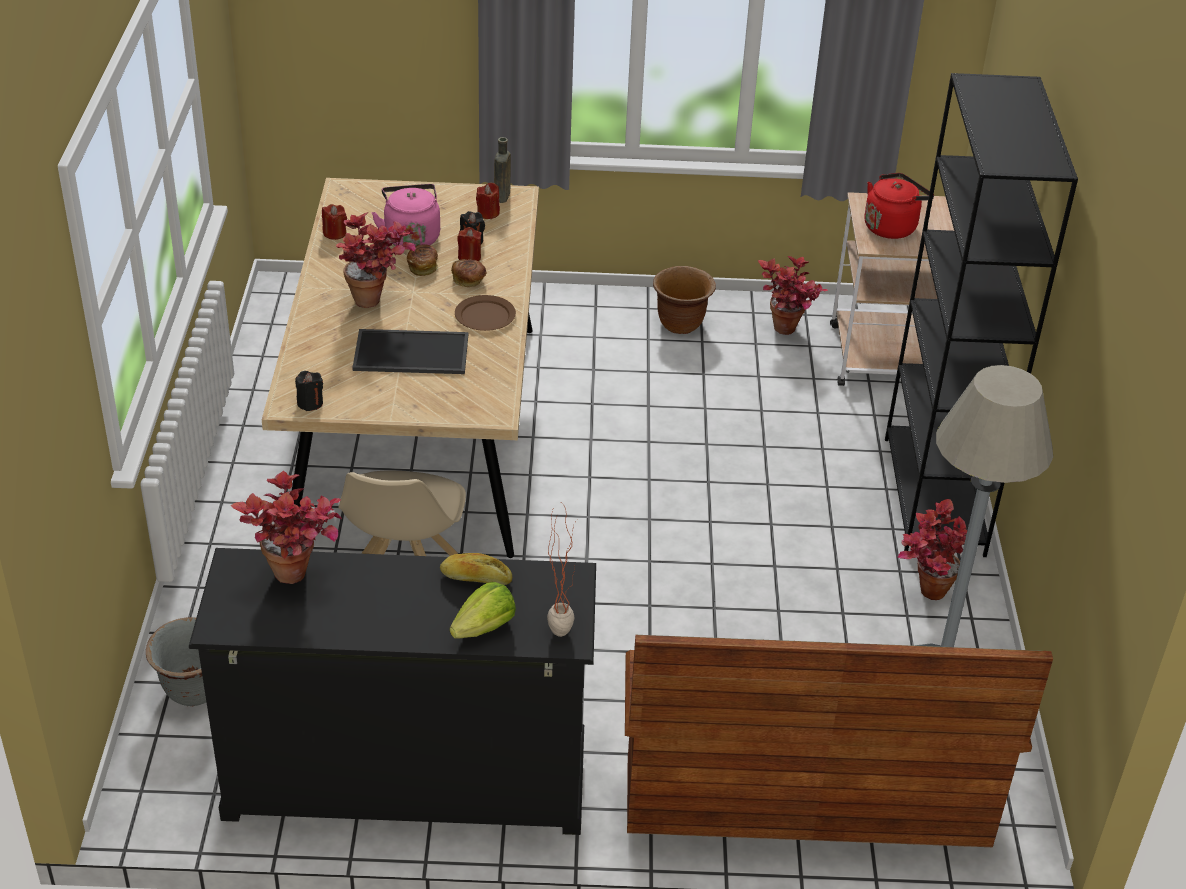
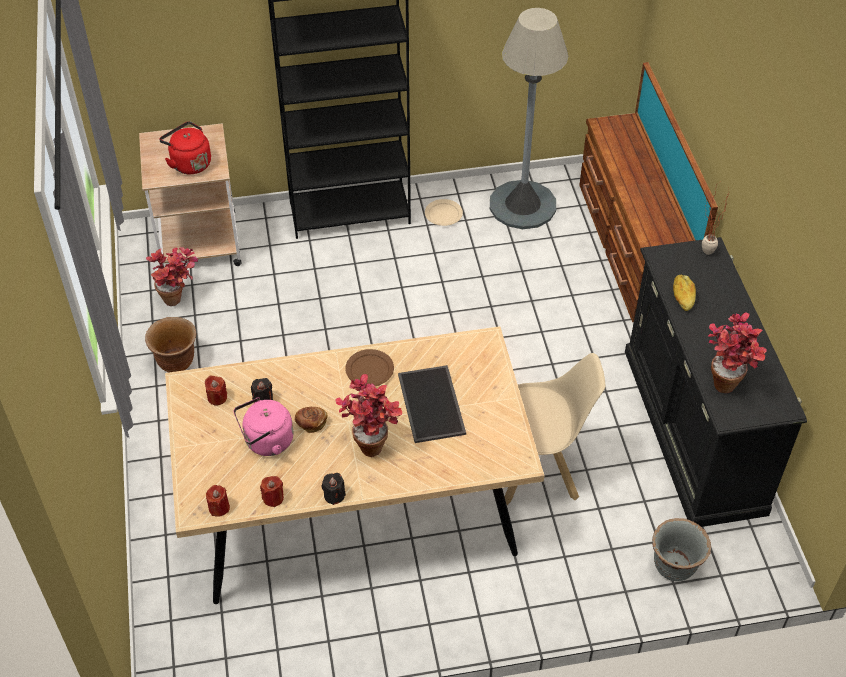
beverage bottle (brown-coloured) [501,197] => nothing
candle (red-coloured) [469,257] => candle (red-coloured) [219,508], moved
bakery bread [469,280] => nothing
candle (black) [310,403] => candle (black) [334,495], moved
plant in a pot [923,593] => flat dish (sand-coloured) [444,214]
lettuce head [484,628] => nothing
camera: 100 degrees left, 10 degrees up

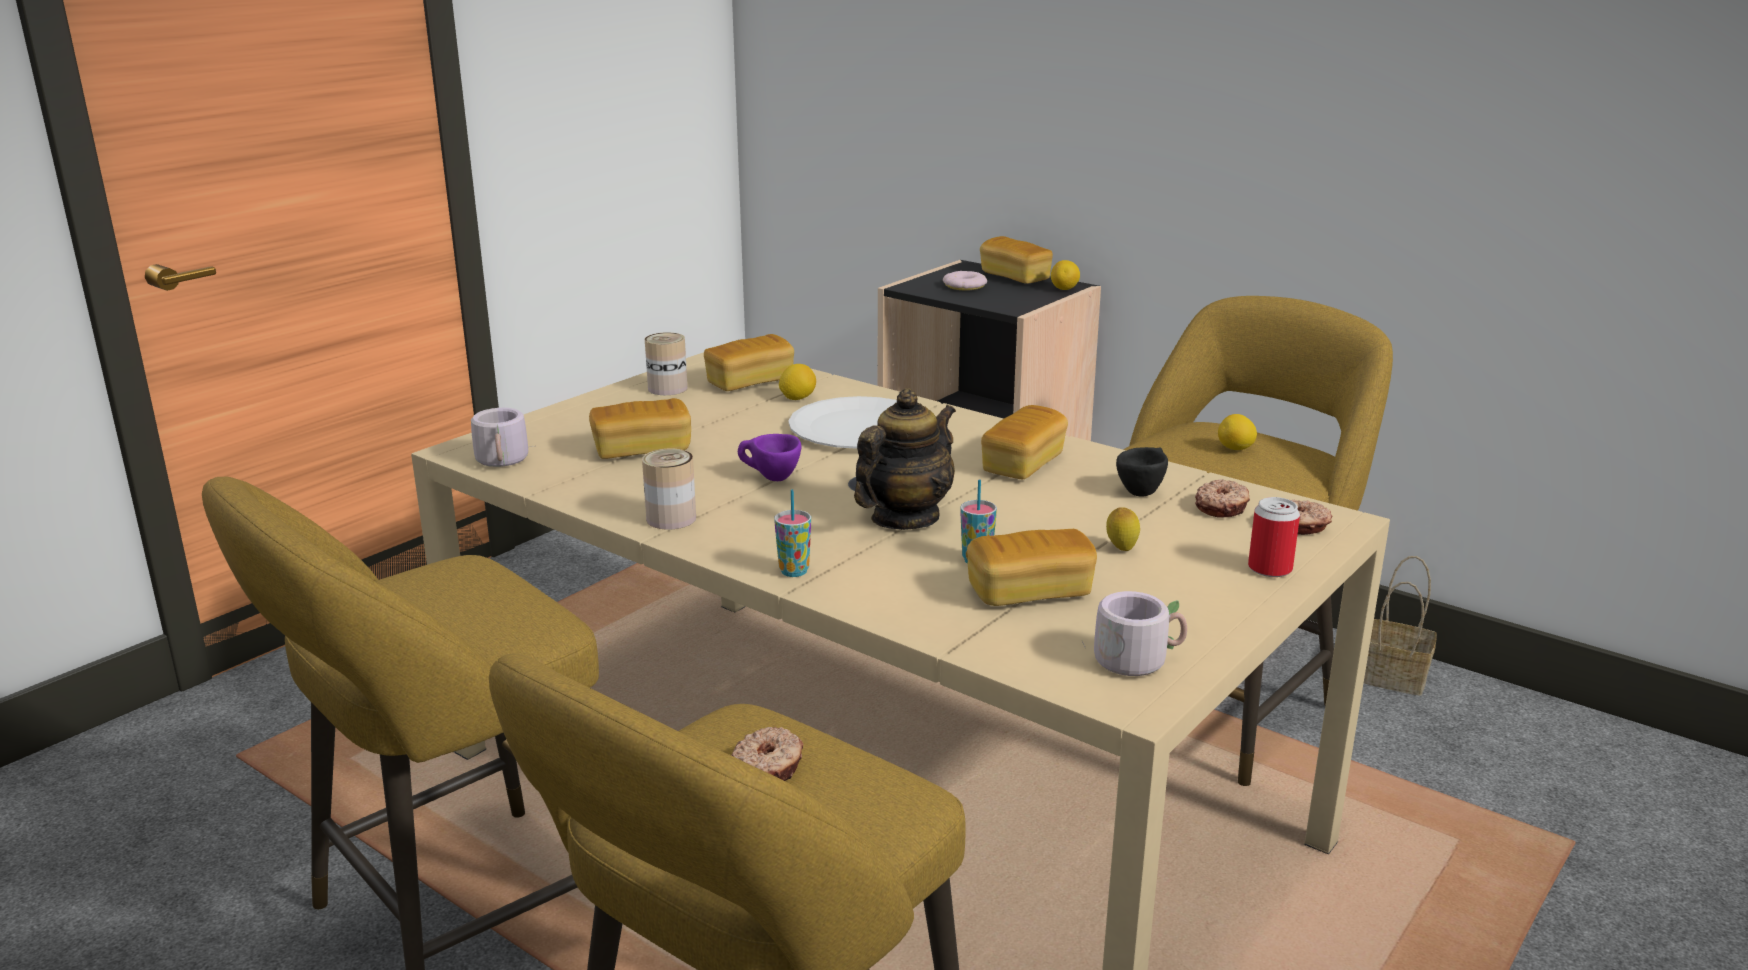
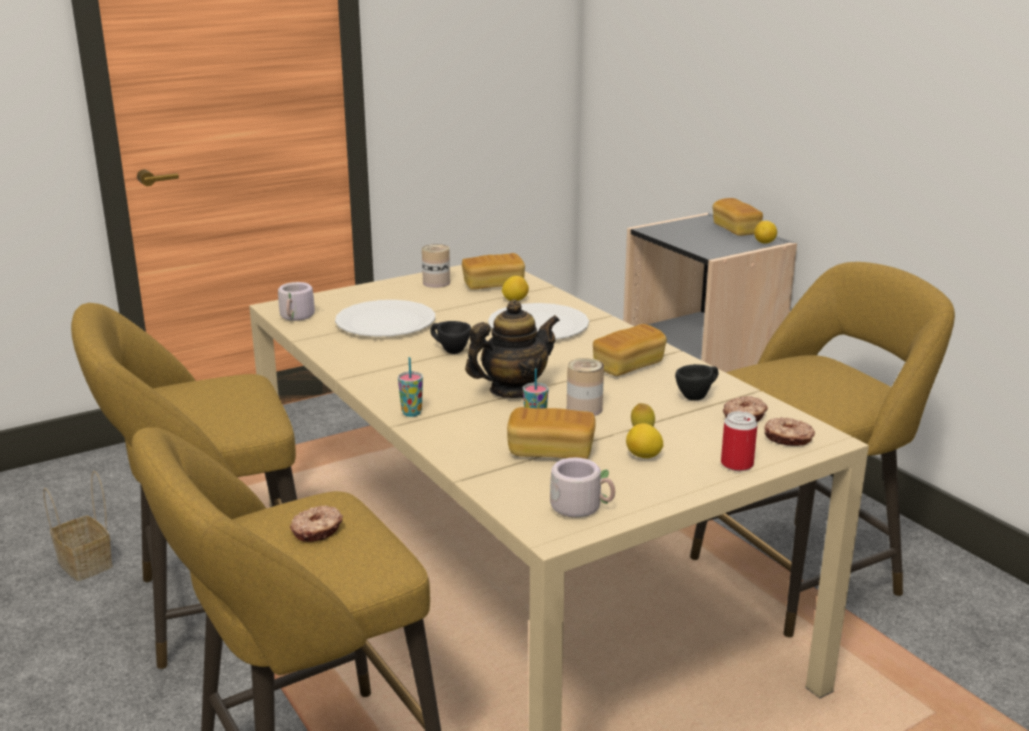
doughnut [964,286] => nothing
bakery bread [642,450] => flat dish (white-coloured) [385,322]
lemon [1235,449] => lemon [643,456], moved
cup (purplish) [769,478] => cup (black) [449,351]
metal can [671,518] => metal can [584,409], moved
basket [1395,677] => basket [87,564], moved
camera: 20 degrees right, 0 degrees up

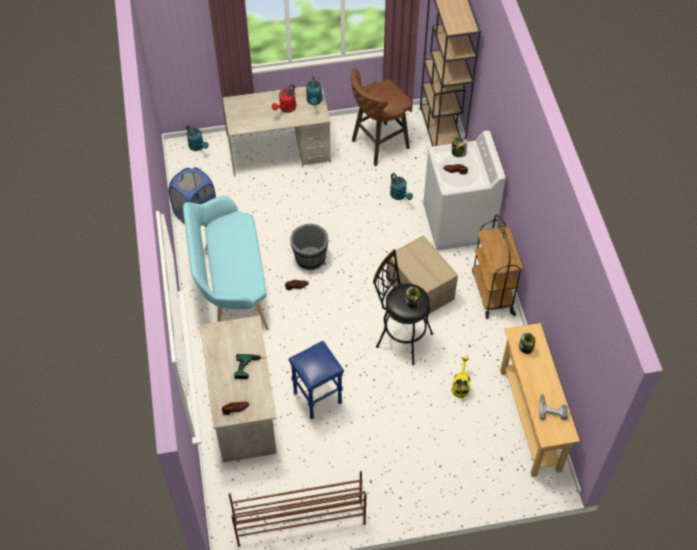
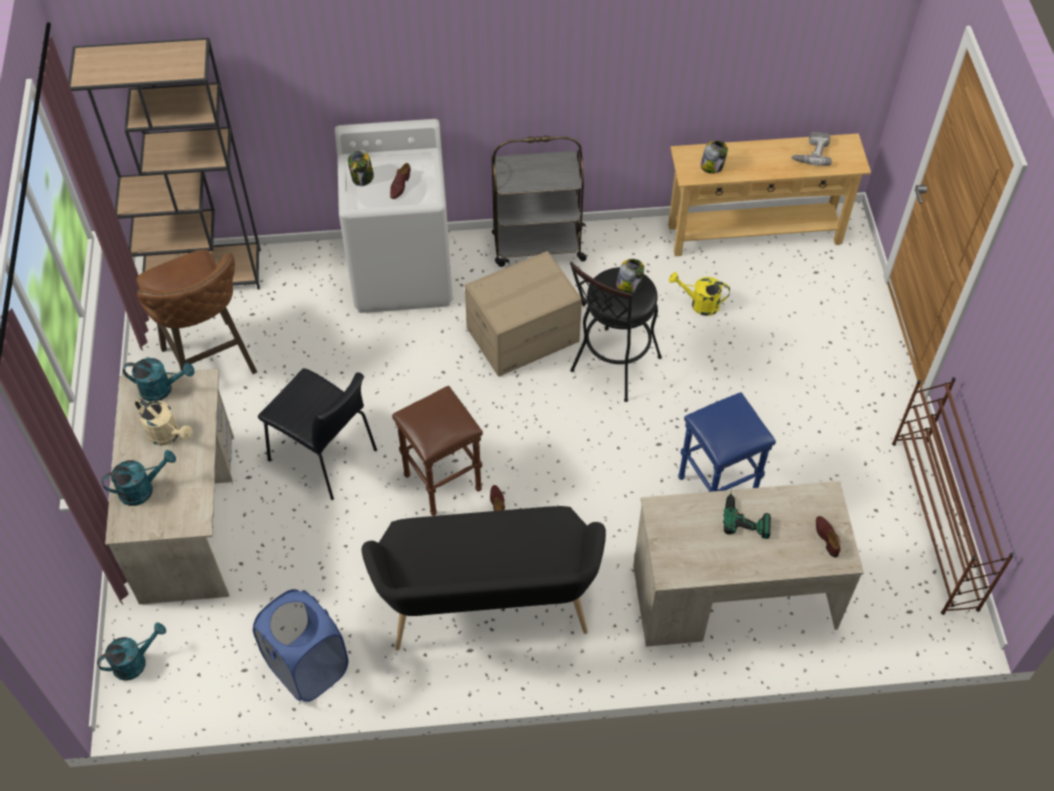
watering can (red-coloured) [286,109] => watering can (sand-coloured) [168,435]
watering can (blue-green) [400,196] => watering can (blue-green) [142,489], moved
indoor bench (blue-green) [230,287] => indoor bench (black) [488,609]
cart (brown-coloured) [492,292] => cart (gray) [537,247]
bucket (gray) [310,258] => sitting stool (brown-coloured) [441,481]
nothing => chair (black) [326,456]
camera: 85 degrees left, 0 degrees up

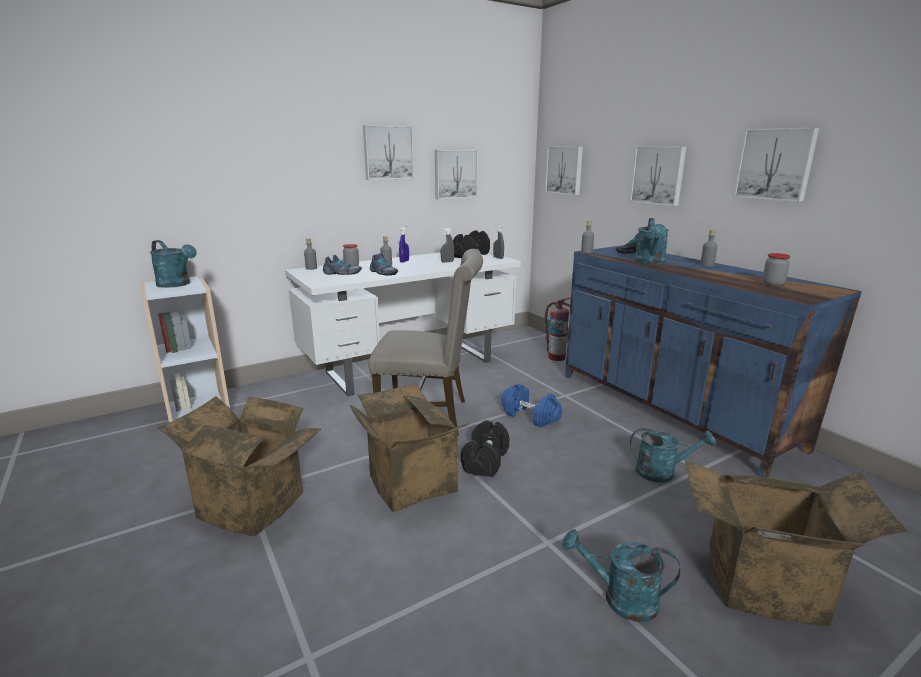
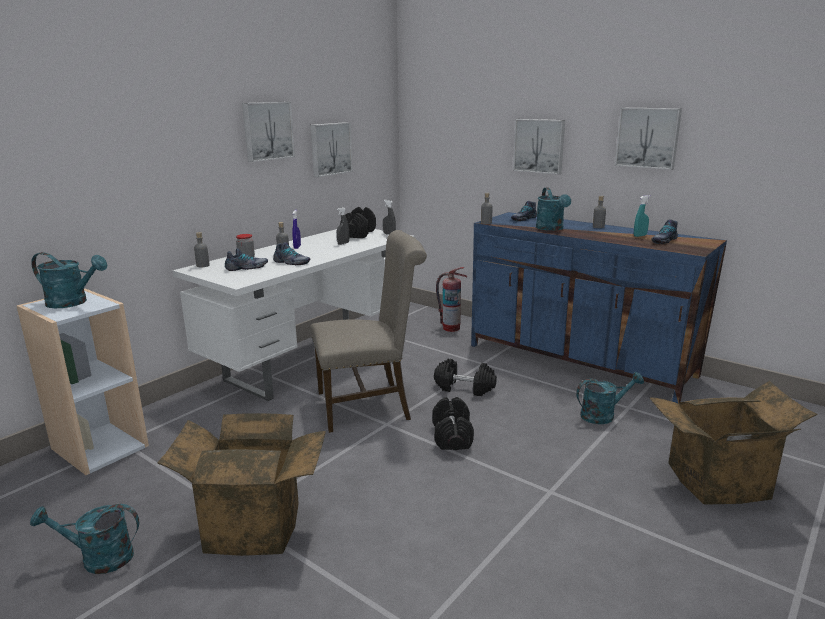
wall art [565,170] => nothing
storage jar [772,284] => shoe [663,240]
carton [407,483] => nothing
hand weight (blue-coloured) [530,416] => hand weight (black) [465,388]
watering can (blue-green) [620,599] => watering can (blue-green) [98,558], moved
nothing => hand sprayer (blue-green) [640,236]
camera: 20 degrees left, 0 degrees up

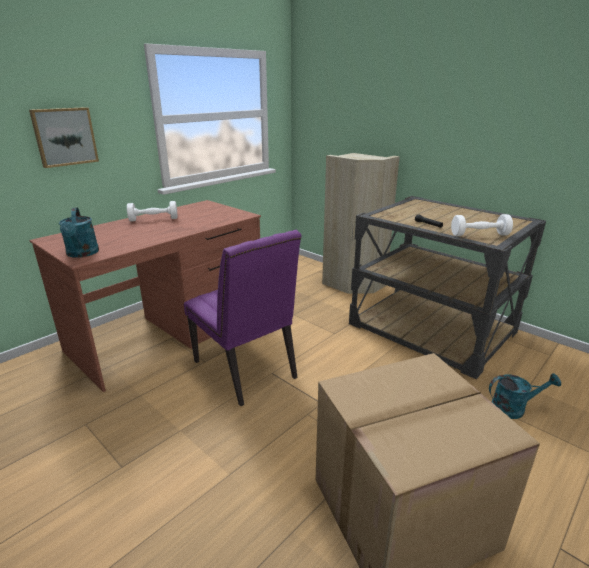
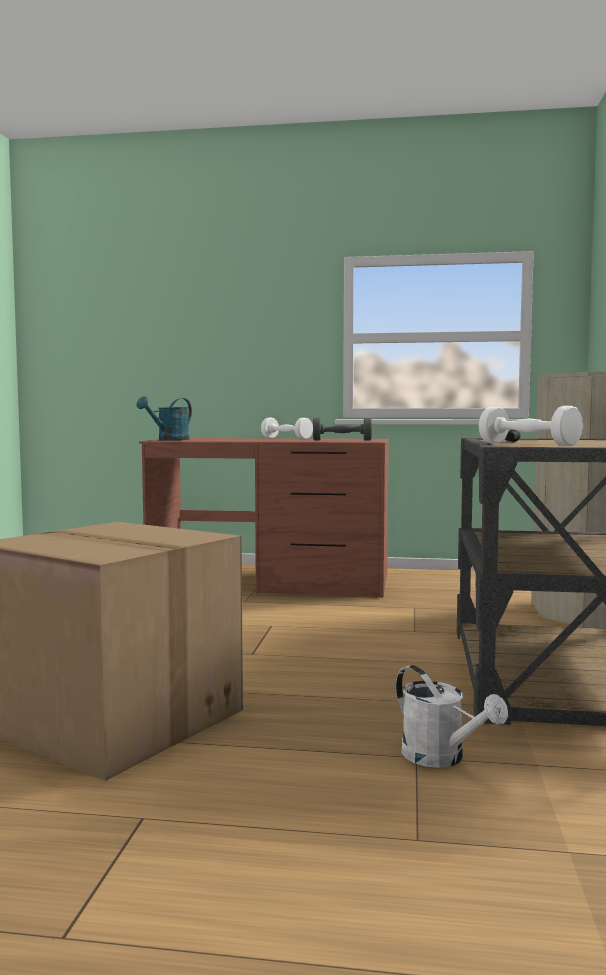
wall art [64,136] => nothing
chair (purplish) [244,369] => nothing
watering can (blue-green) [513,408] => watering can (white-coloured) [441,758]
nothing => hand weight (gray) [342,440]
camera: 55 degrees right, 20 degrees down

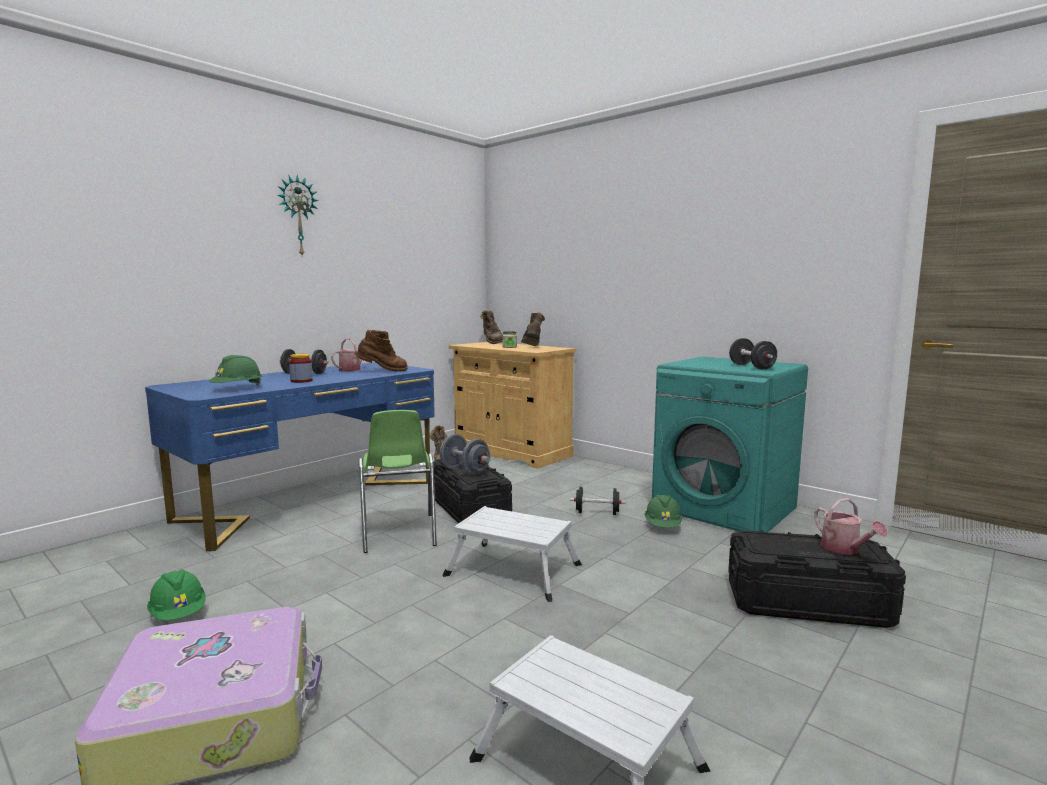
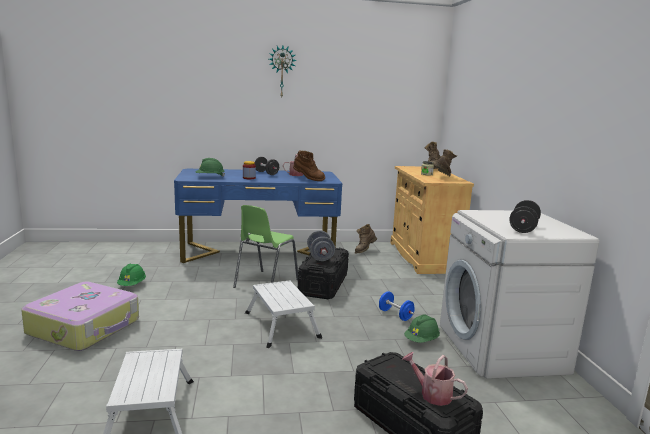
washing machine (blue-green) [722,508] => washing machine (white-coloured) [499,348]
hand weight (black) [597,513] => hand weight (blue-coloured) [395,315]
watering can [844,549] => watering can [432,394], 105 degrees clockwise
camera: 40 degrees right, 5 degrees up

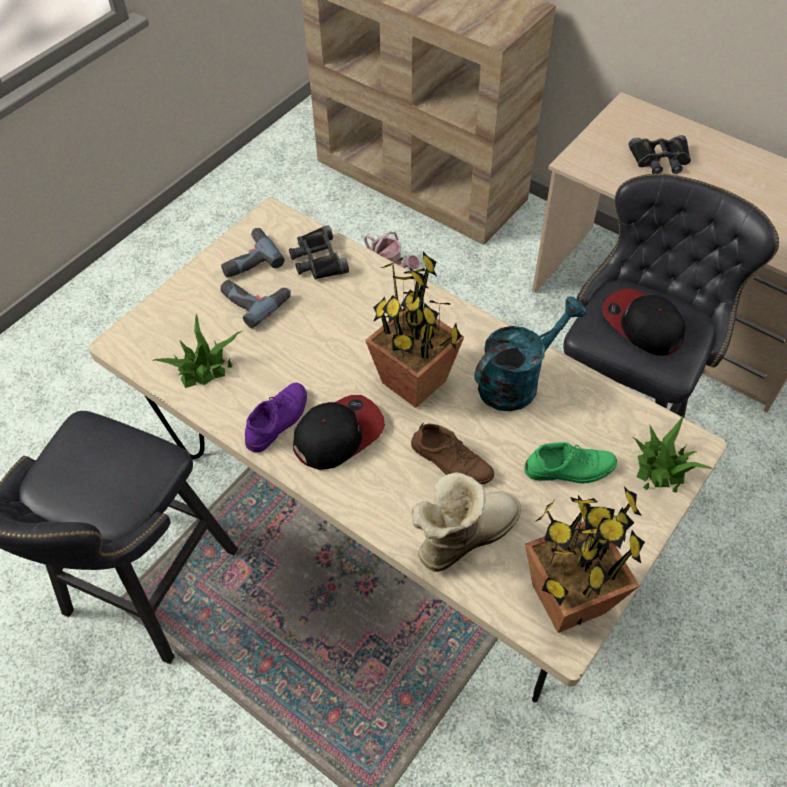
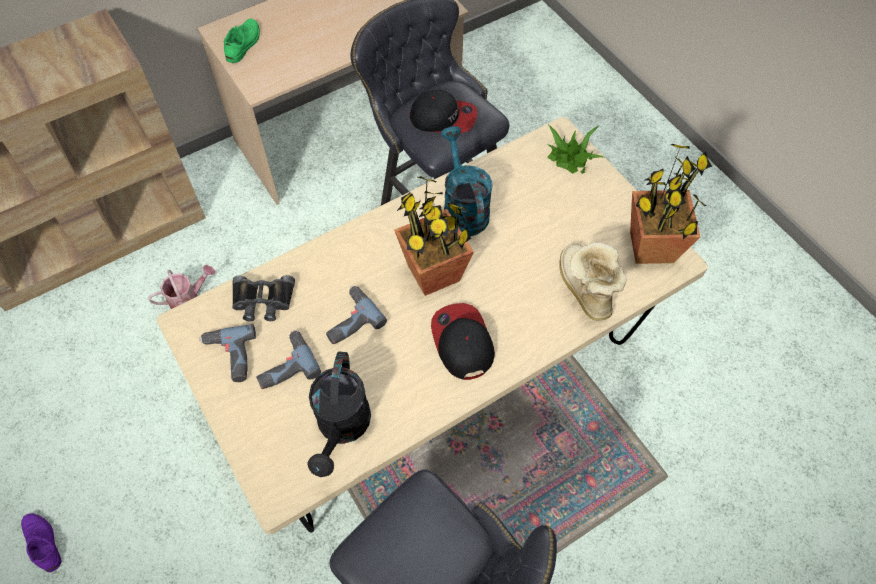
binoculars (black) [660,160] => nothing
baseball cap [642,324] => baseball cap [443,118], 150 degrees counterclockwise
plant in a pot [203,366] => watering can (black) [342,428]
shoe (purplish) [277,420] => shoe (purplish) [43,542], moved
shoe (brown-coloured) [451,461] => nothing
shoe (green) [569,468] => shoe (green) [243,44], moved
nothing => electric drill [349,319]
camera: 70 degrees left, 5 degrees up

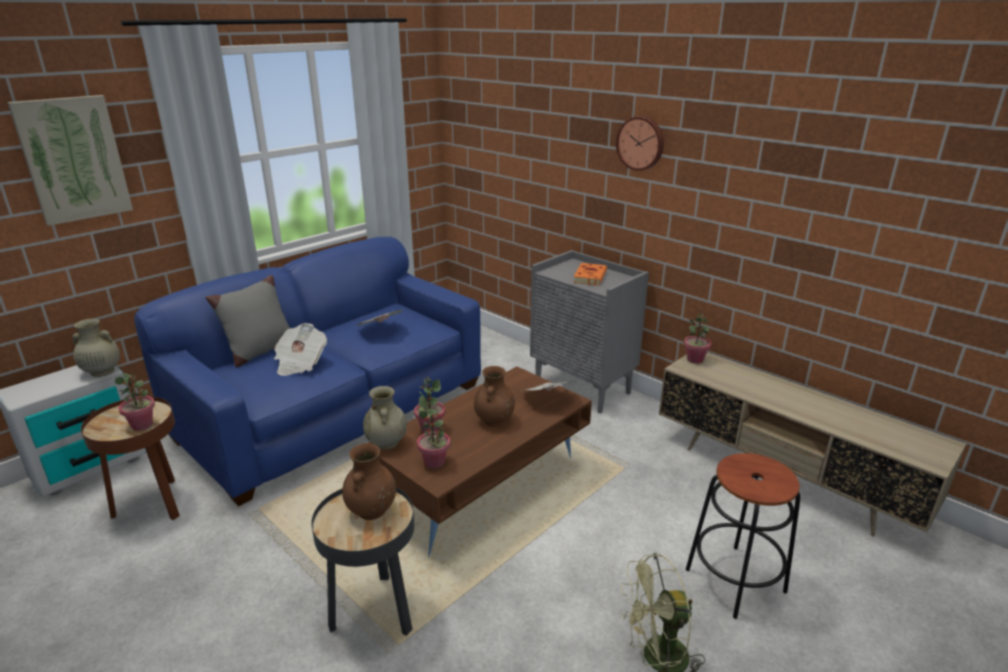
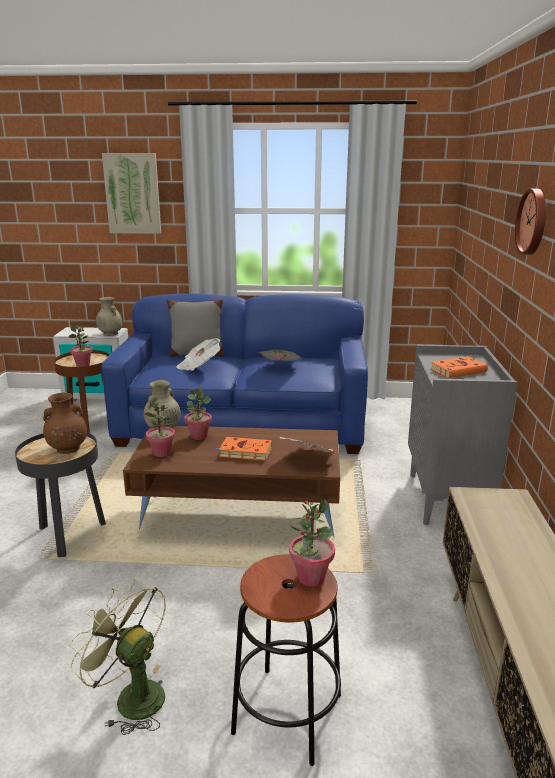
plant in a pot [695,360] => plant in a pot [310,577], moved
flower vase (brown-coloured) [494,421] => bound book (orangey) [244,452]
camera: 50 degrees right, 5 degrees down

